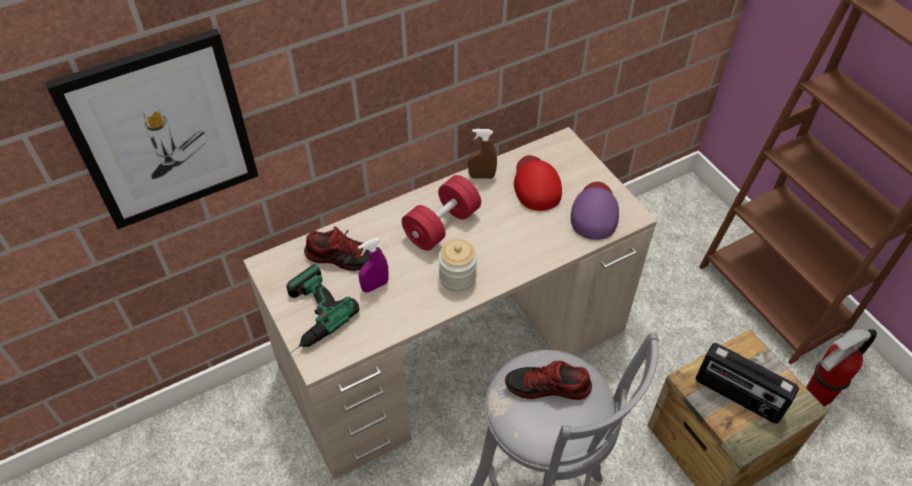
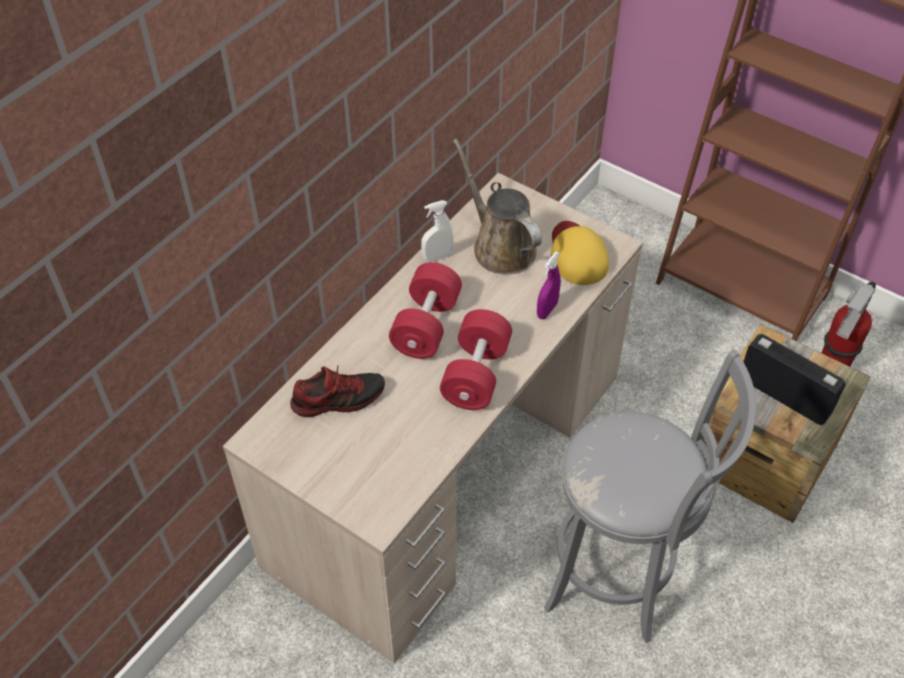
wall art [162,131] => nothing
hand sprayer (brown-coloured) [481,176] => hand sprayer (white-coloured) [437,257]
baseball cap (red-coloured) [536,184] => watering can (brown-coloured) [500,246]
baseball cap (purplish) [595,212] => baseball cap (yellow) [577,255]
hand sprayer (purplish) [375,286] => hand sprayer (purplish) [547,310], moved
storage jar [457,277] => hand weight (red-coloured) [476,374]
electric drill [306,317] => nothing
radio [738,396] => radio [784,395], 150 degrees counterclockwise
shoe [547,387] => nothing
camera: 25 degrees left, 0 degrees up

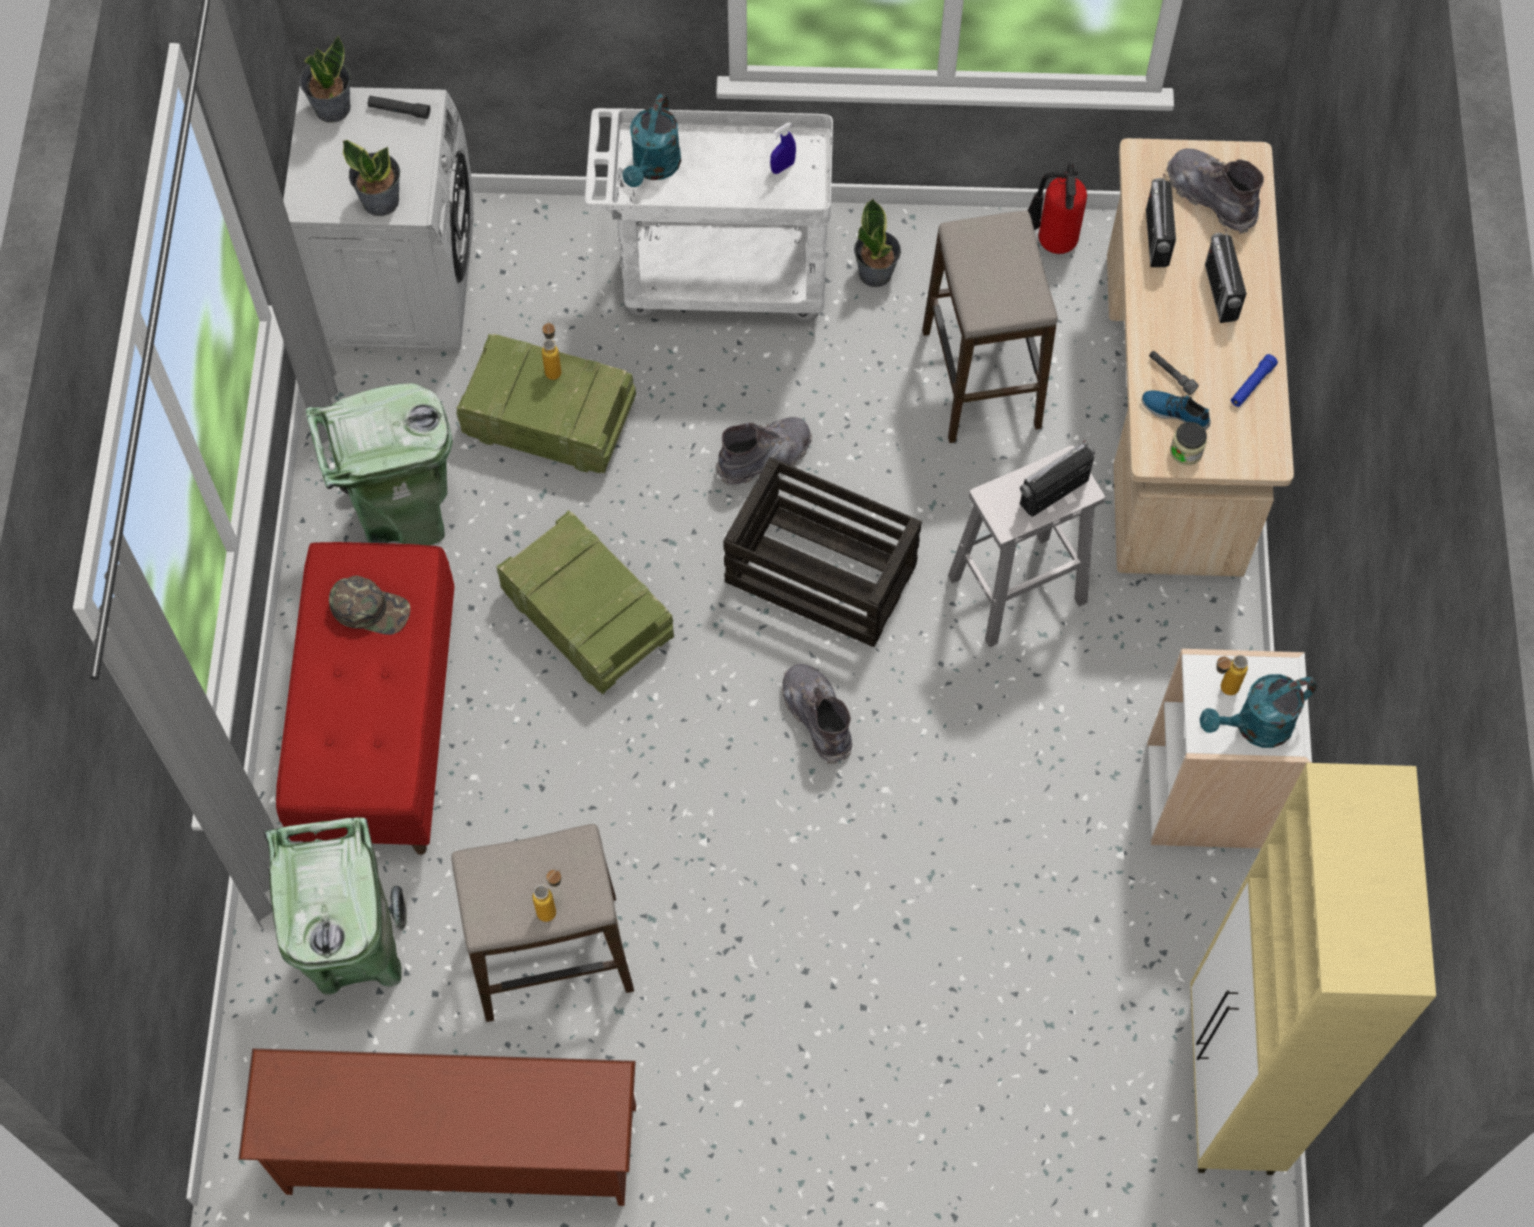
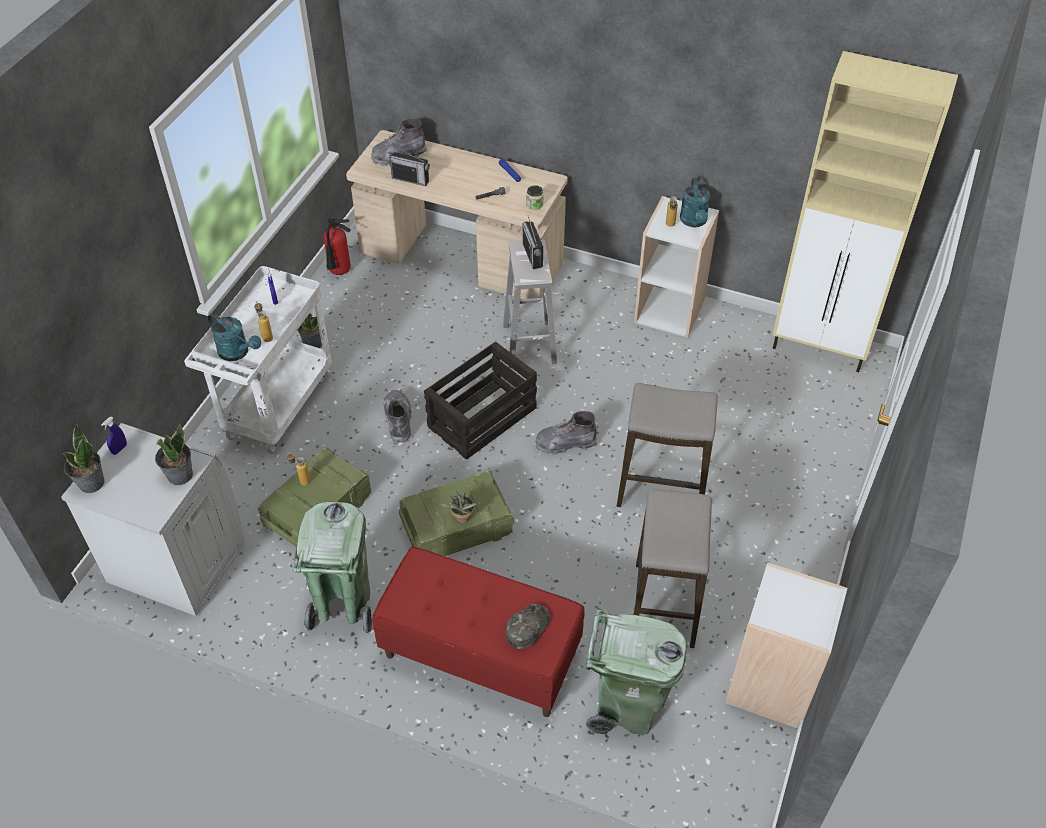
torch (black) [399,110] => hand sprayer (blue-coloured) [119,449]
sitting stool [980,380] => sitting stool [661,490], moved
radio [1221,292] => nothing
shoe [1175,411] => nothing
baseball cap (green) [370,609] => baseball cap (green) [527,626], moved
beverage bottle [552,907] => beverage bottle [266,336], moved
shoe stand (brown-coloured) [457,1152] => shelving unit [770,685]
nothing => plant in a pot [461,519]
camera: 70 degrees left, 15 degrees down

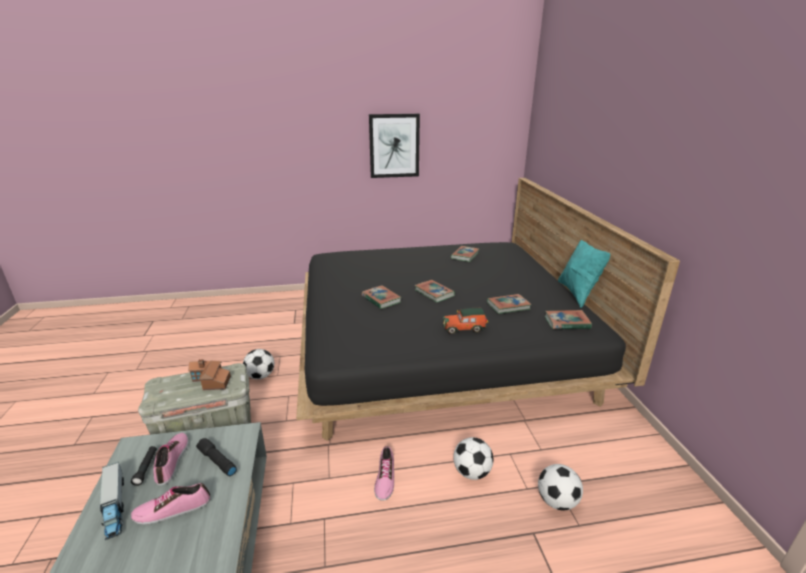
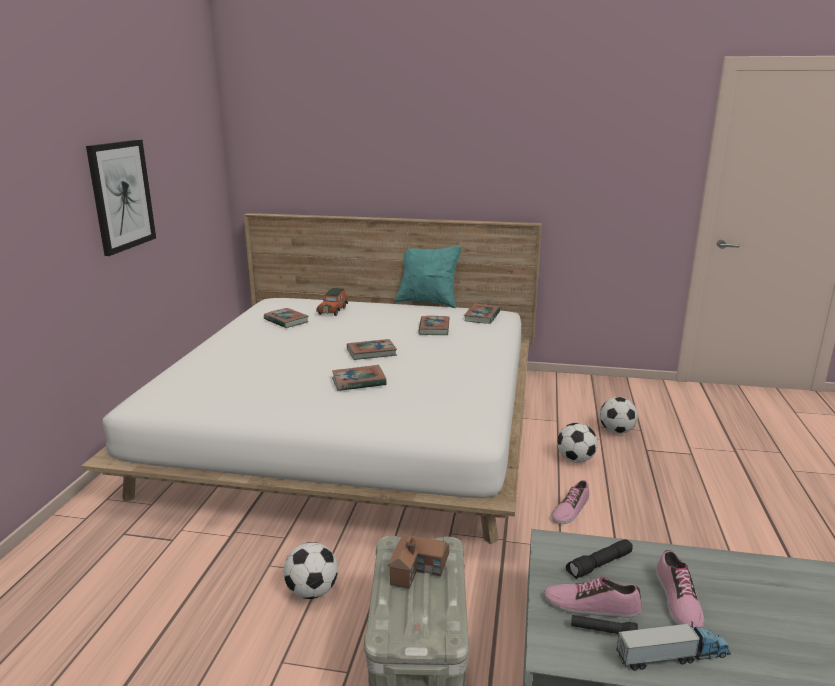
sleeping bed (black) [438,343] => sleeping bed (white-coloured) [353,429]
toy car [464,328] => toy car [333,310], moved
shoe [384,478] => shoe [570,509], 105 degrees clockwise
camera: 70 degrees left, 5 degrees down

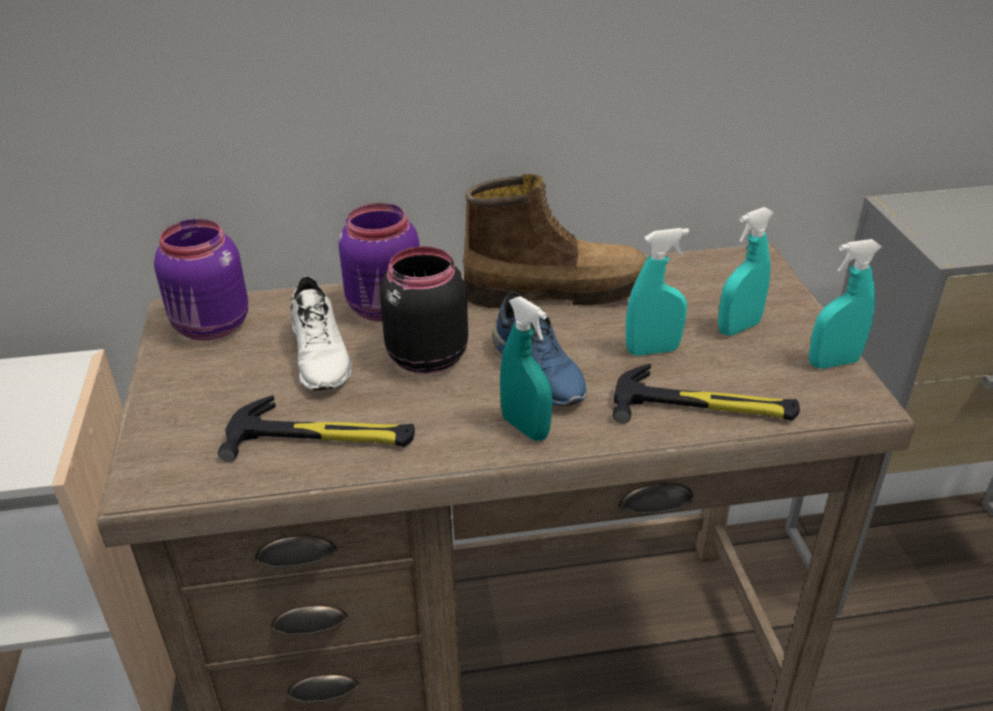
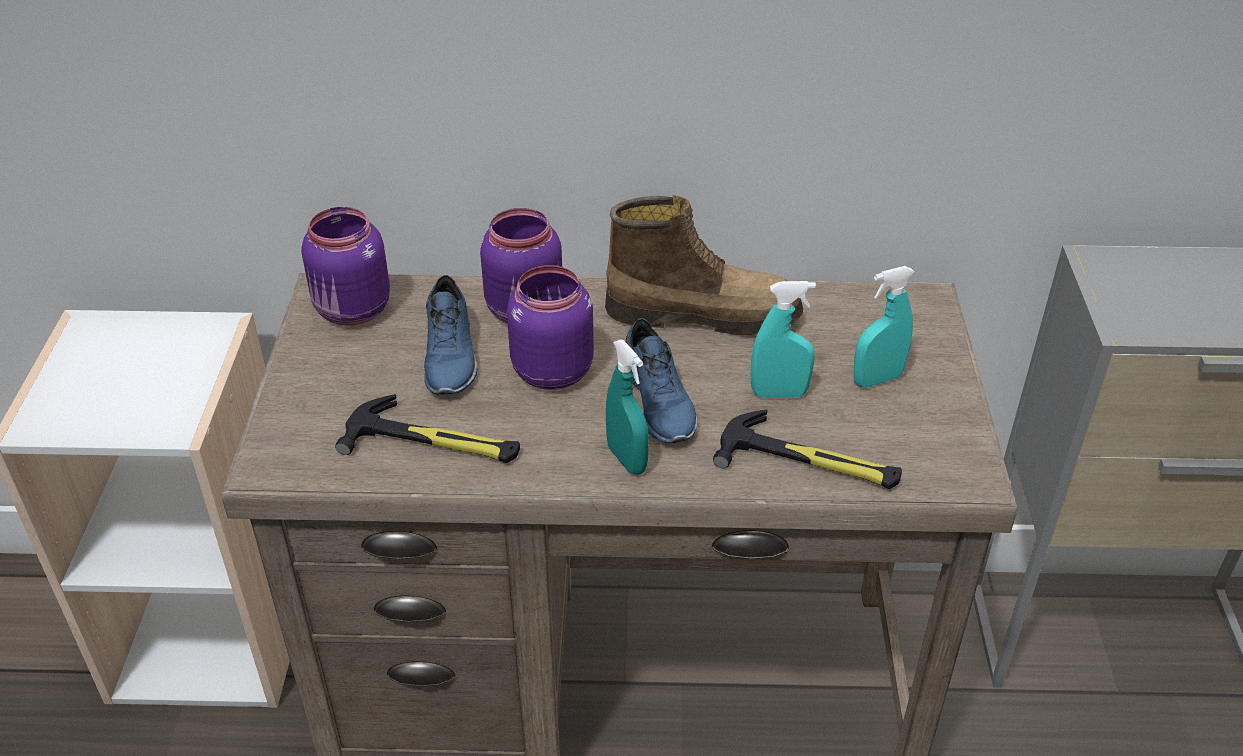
hand sprayer (blue-green) [833,362] => nothing
storage jar (black) [425,357] => storage jar (purplish) [550,371]
shoe (white-coloured) [322,356] => shoe (blue-coloured) [451,356]
camera: 10 degrees right, 5 degrees up

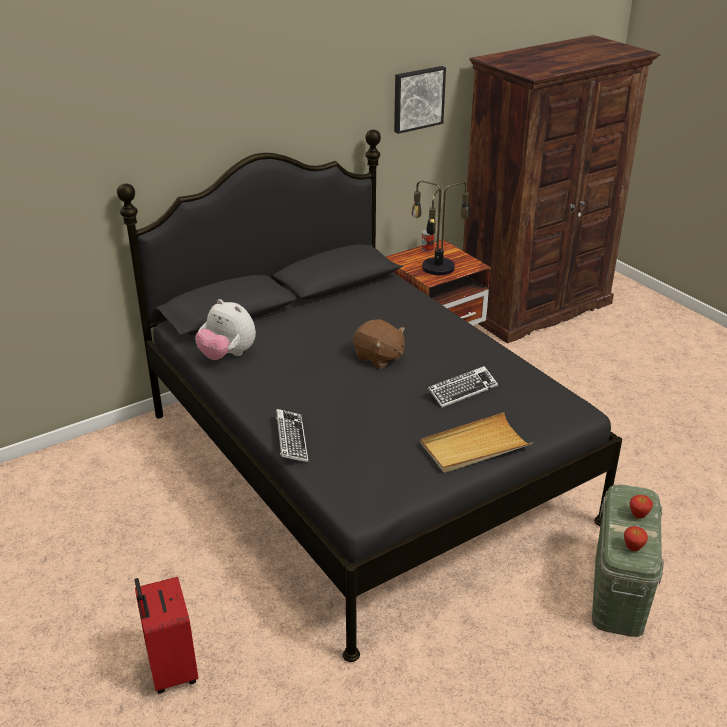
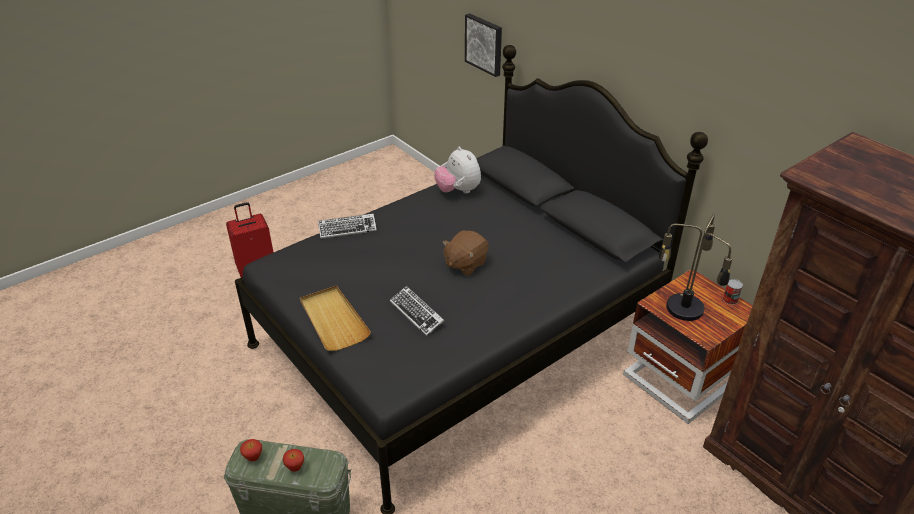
wall art [417,98] => wall art [484,44], moved
soft toy [227,355] => soft toy [458,191], 60 degrees counterclockwise
camera: 85 degrees right, 5 degrees up

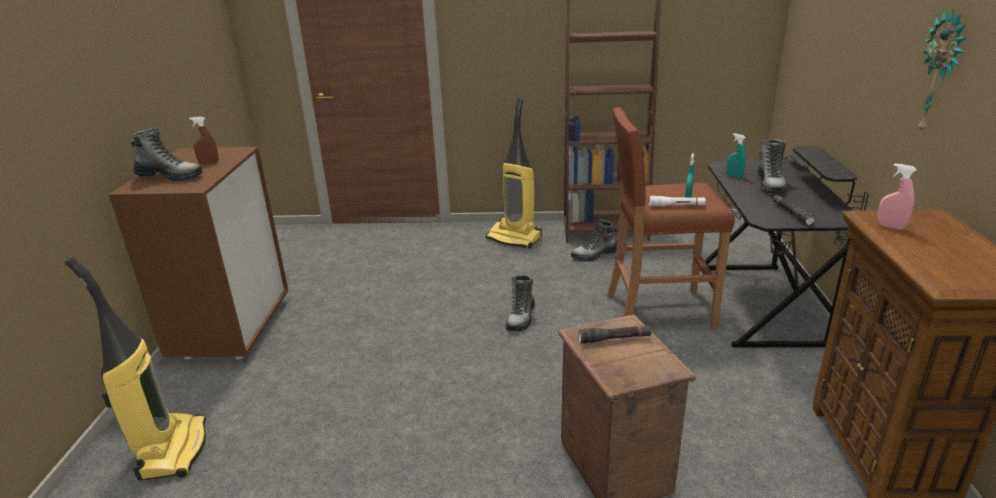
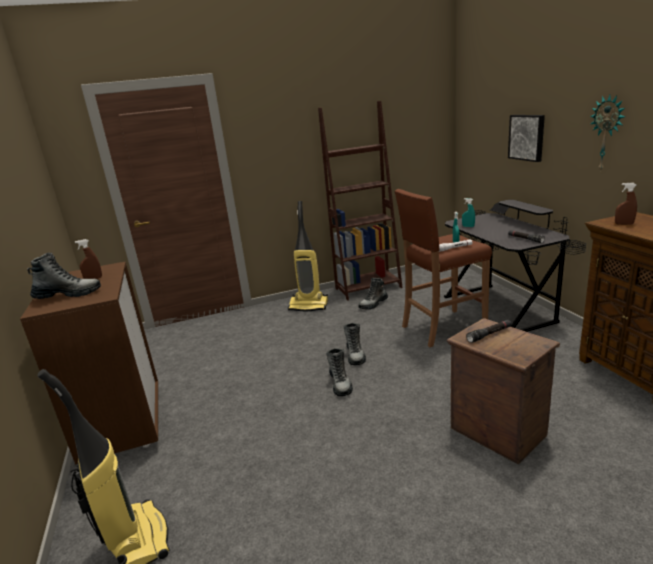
boot [770,185] => boot [340,384], moved
hand sprayer (pink) [890,227] => hand sprayer (brown-coloured) [624,224]
nothing => wall art [527,137]
camera: 20 degrees left, 5 degrees down

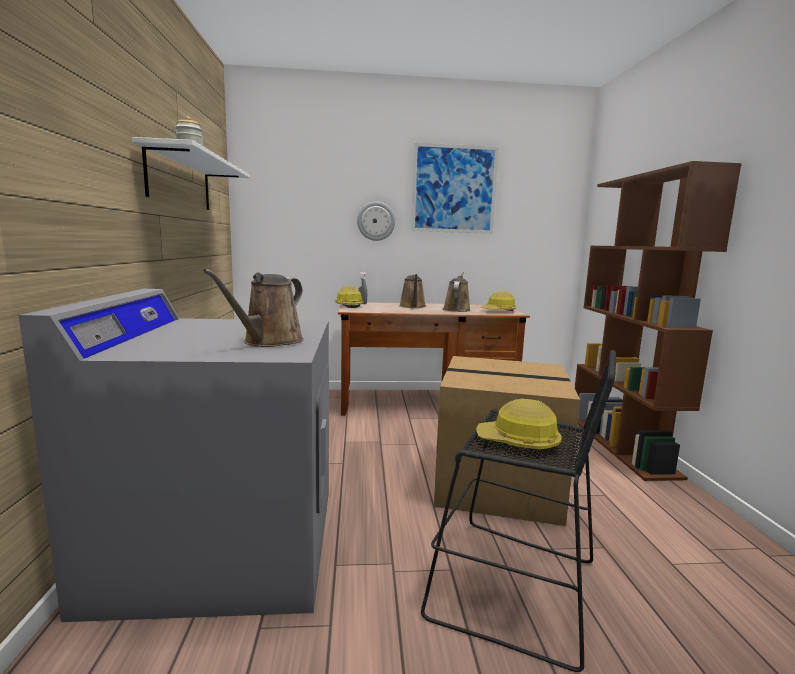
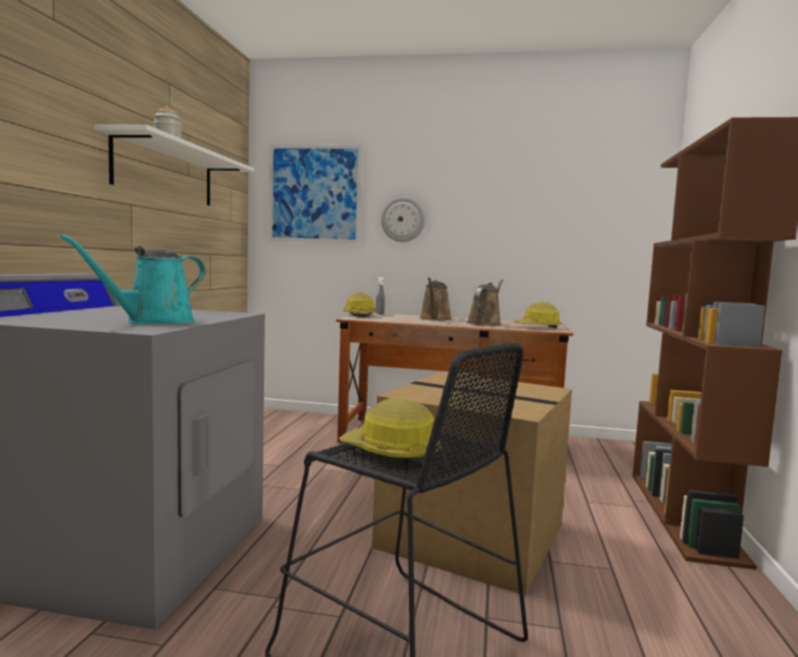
wall art [454,189] => wall art [314,194], moved
watering can (brown-coloured) [269,342] => watering can (blue-green) [153,321]
camera: 15 degrees right, 5 degrees down

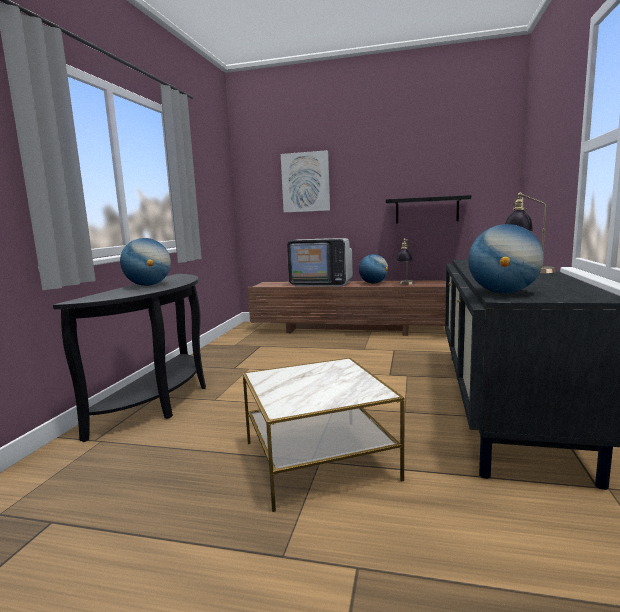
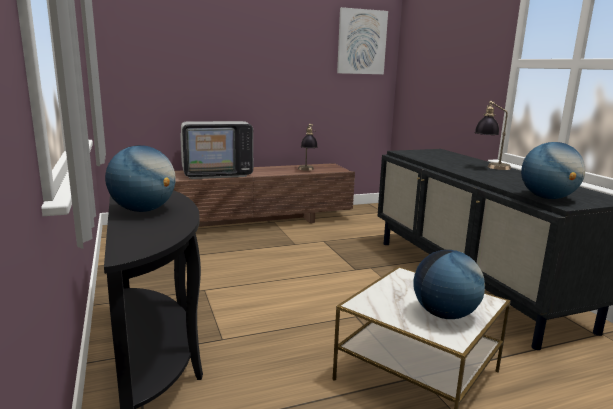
wall art [305,182] => wall art [361,42], moved
wall shelf (black) [426,210] => nothing
desk globe [373,283] => desk globe [444,314], moved
camera: 35 degrees left, 5 degrees up

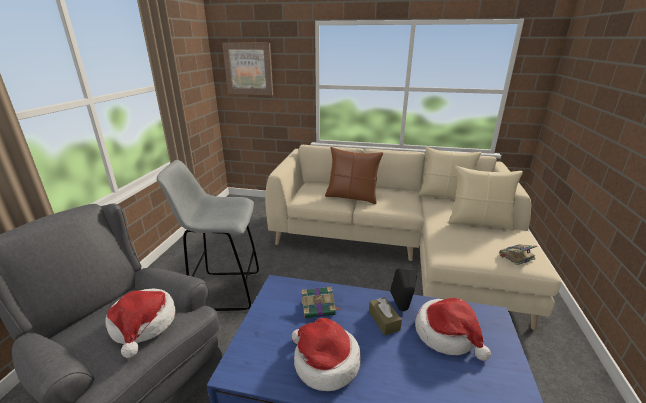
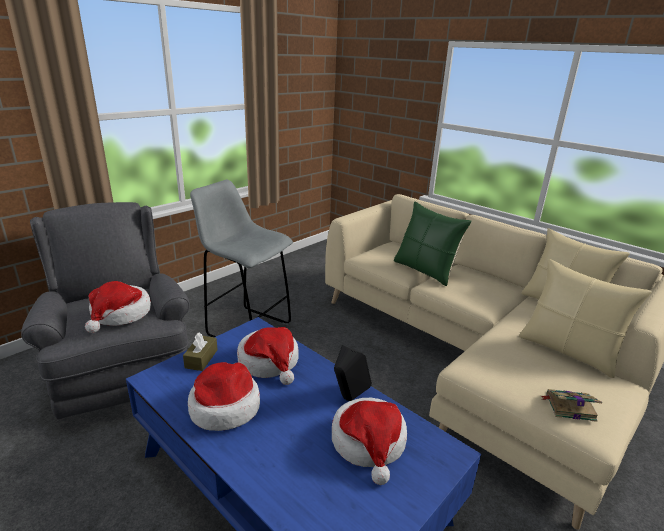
wall art [249,69] => nothing
pillow (brown-coloured) [352,197] => pillow (green) [425,270]
bound book [319,308] => hat [269,362]
tissue box (brown-coloured) [384,321] => tissue box (brown-coloured) [201,359], moved
camera: 30 degrees right, 0 degrees up

